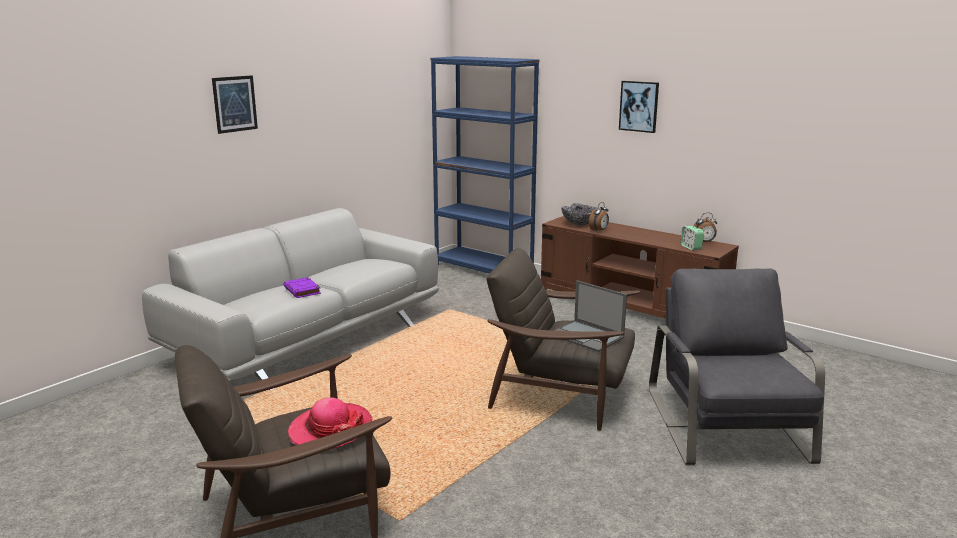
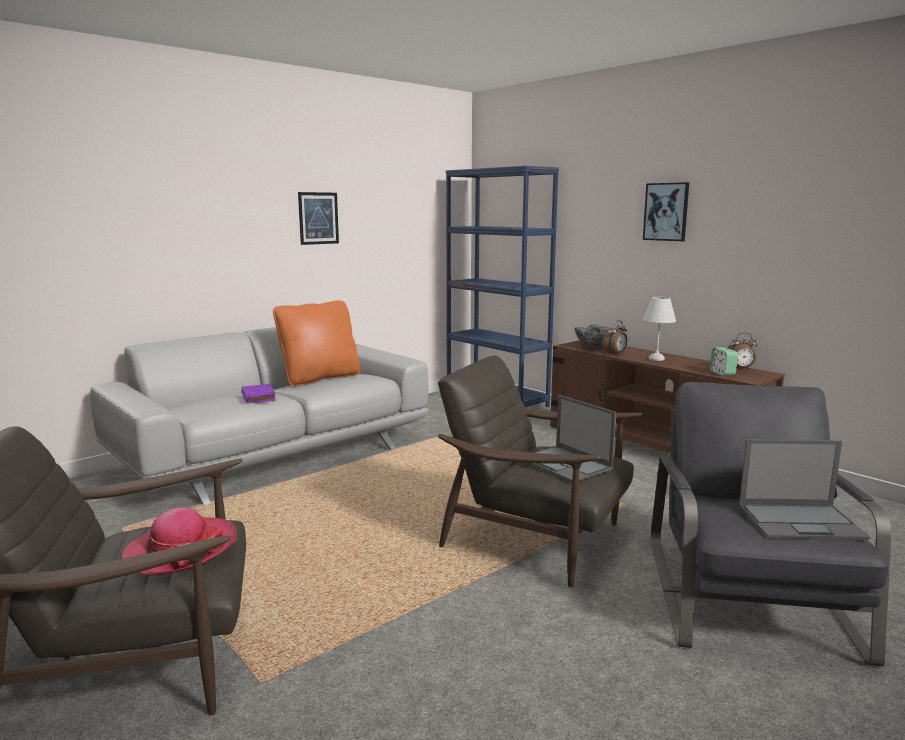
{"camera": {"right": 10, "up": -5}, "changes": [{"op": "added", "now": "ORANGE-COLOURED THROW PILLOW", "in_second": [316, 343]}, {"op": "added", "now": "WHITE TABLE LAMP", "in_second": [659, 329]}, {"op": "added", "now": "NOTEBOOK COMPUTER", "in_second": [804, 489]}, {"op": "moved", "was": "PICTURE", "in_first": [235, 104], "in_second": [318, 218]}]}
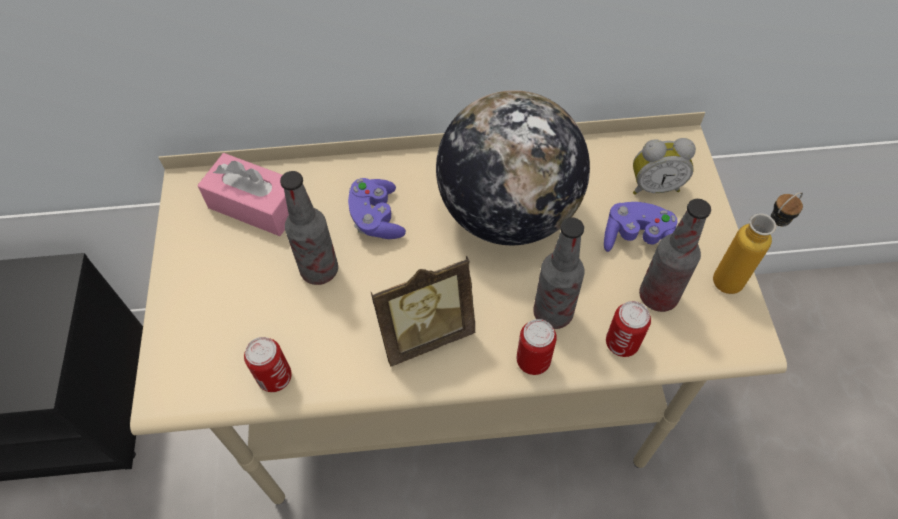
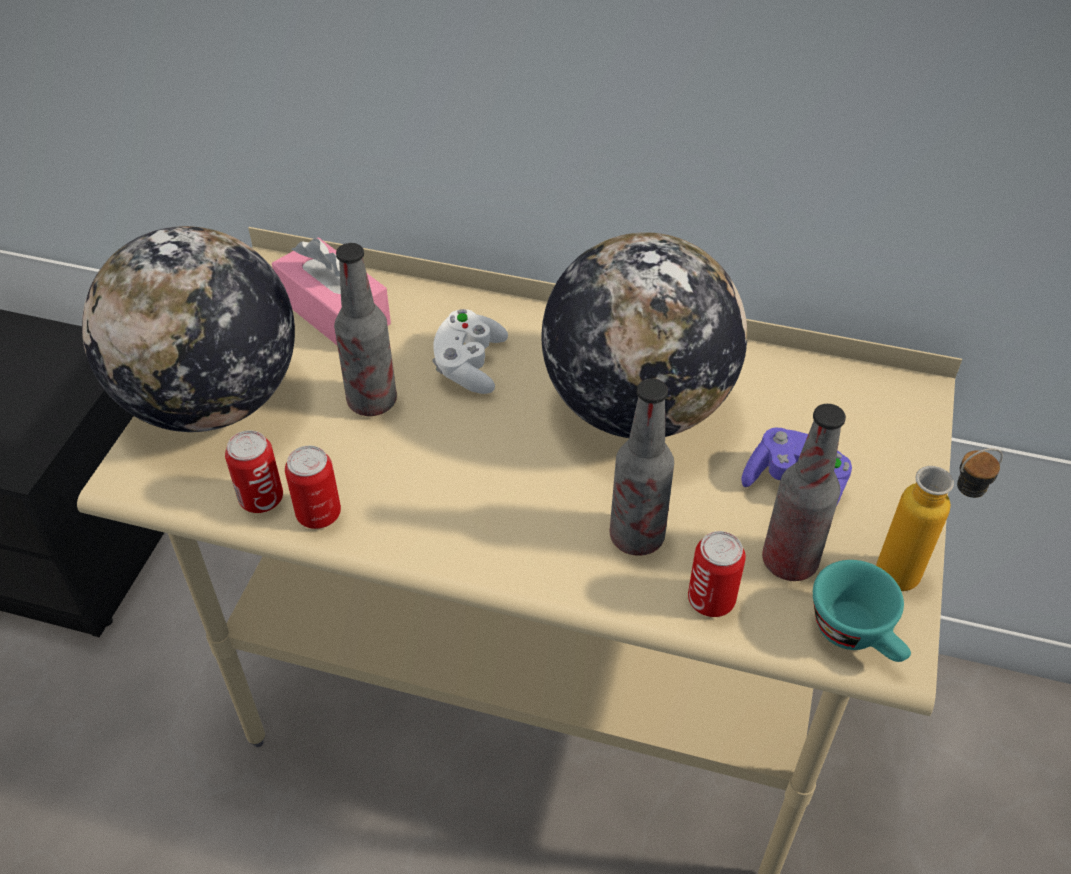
{"camera": {"right": 20, "up": -10}, "changes": [{"op": "removed", "was": "PHOTO FRAME", "in_first": [423, 311]}, {"op": "removed", "was": "TABLE CLOCK", "in_first": [664, 166]}, {"op": "added", "now": "DESK GLOBE", "in_second": [188, 329]}, {"op": "added", "now": "TURQUOISE-COLOURED CUP", "in_second": [862, 611]}, {"op": "moved", "was": "METAL CAN", "in_first": [537, 347], "in_second": [313, 487]}, {"op": "recoloured", "was": "PURPLE-COLOURED JOYPAD", "now": "WHITE JOYPAD", "in_first": [377, 208], "in_second": [470, 351]}]}
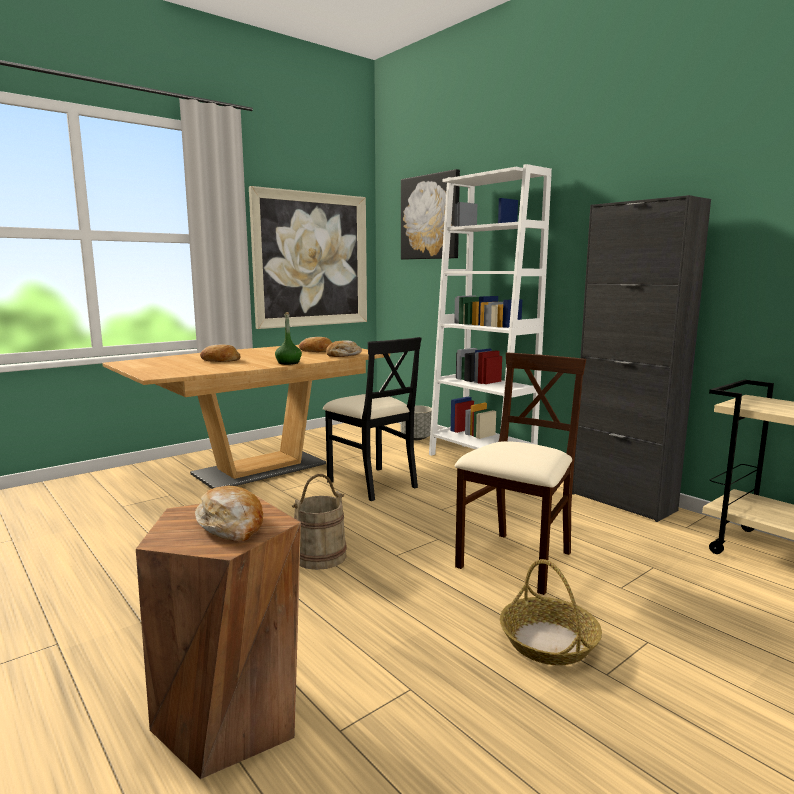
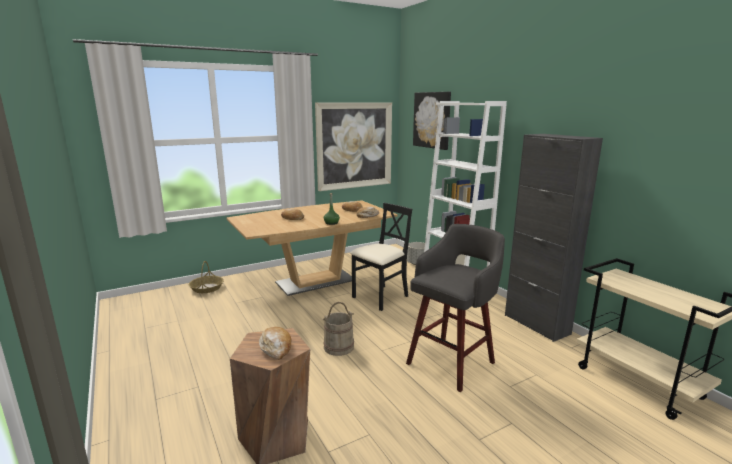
{"camera": {"right": 10, "up": 5}, "changes": [{"op": "moved", "was": "HOUSEHOLD BASKET", "in_first": [551, 612], "in_second": [206, 277]}, {"op": "replaced", "was": "SAND-COLOURED PLAIN CHAIR", "now": "GREYISH STOOL SEAT", "in_first": [520, 473], "in_second": [455, 308]}, {"op": "turned", "was": "BLACK PLAIN CHAIR", "in_first": [372, 419], "in_second": [381, 257], "clockwise": -105}]}
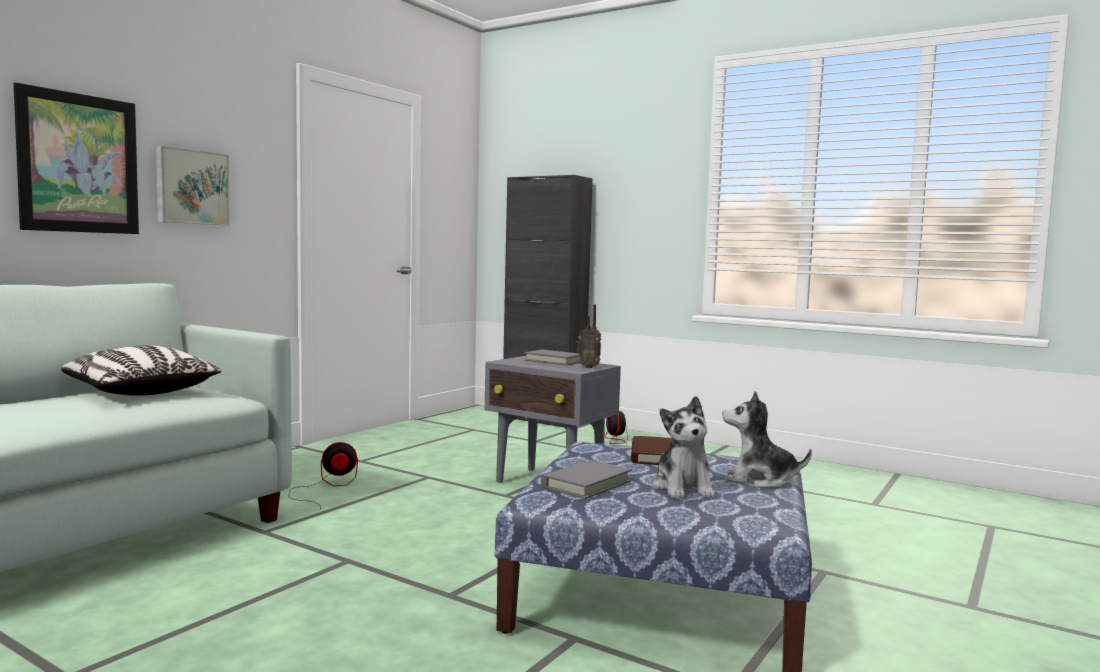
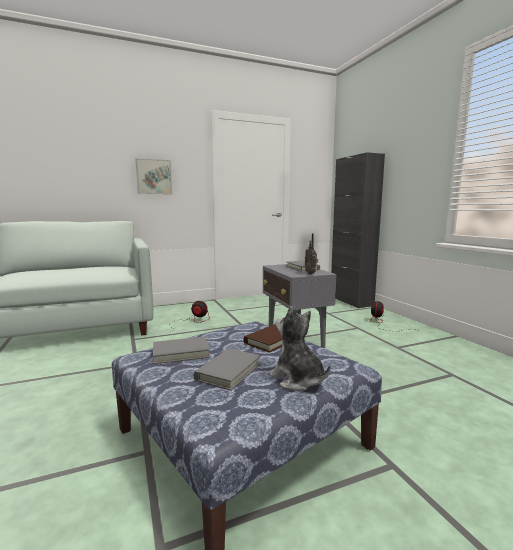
{"camera": {"right": 35, "up": 5}, "changes": [{"op": "removed", "was": "PICTURE", "in_first": [76, 158]}, {"op": "removed", "was": "THROW PILLOW", "in_first": [141, 370]}, {"op": "replaced", "was": "CUDDLY TOY", "now": "GREYISH VOLUME", "in_first": [684, 447], "in_second": [227, 370]}]}
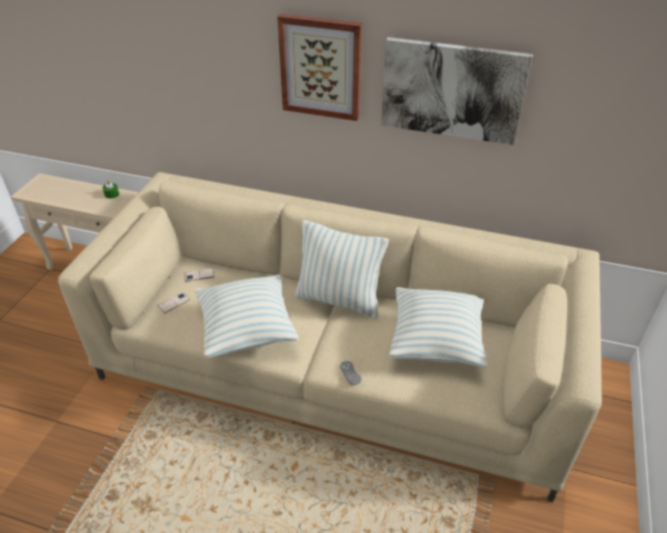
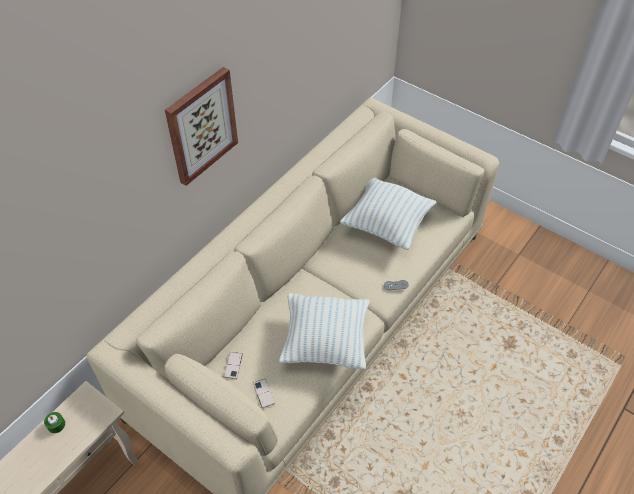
{"camera": {"right": -70, "up": 10}, "changes": [{"op": "removed", "was": "THROW PILLOW", "in_first": [341, 269]}, {"op": "removed", "was": "PICTURE", "in_first": [457, 91]}]}
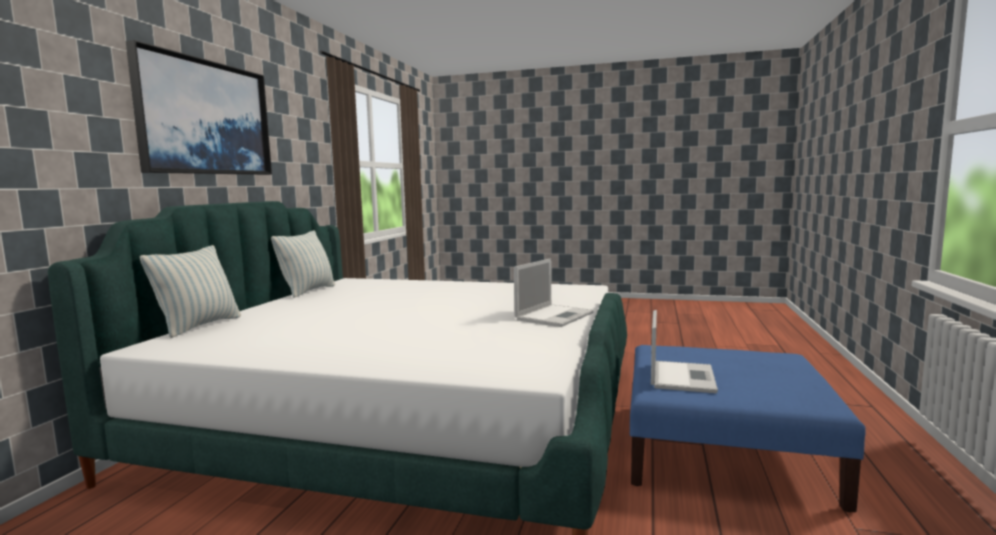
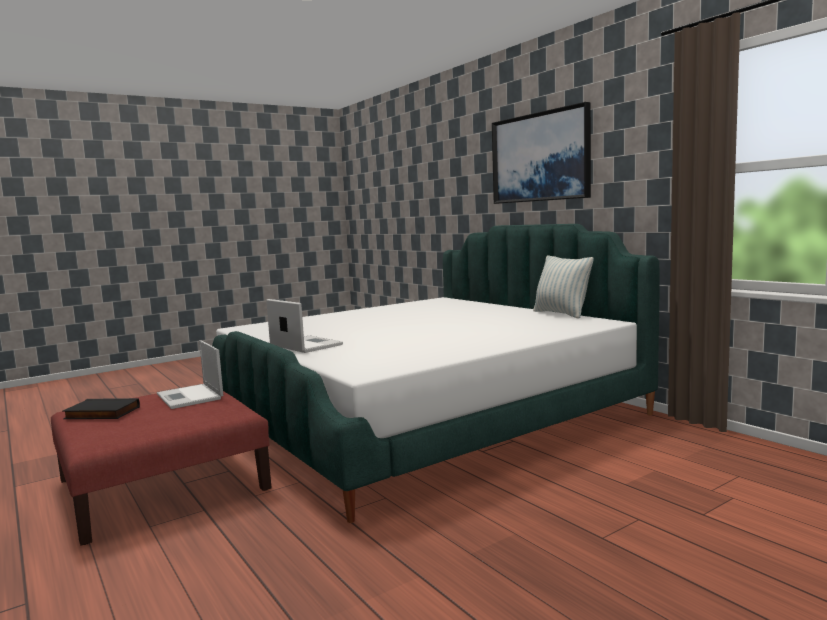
{"camera": {"right": 130, "up": 0}, "changes": [{"op": "removed", "was": "THROW PILLOW", "in_first": [190, 291]}, {"op": "added", "now": "BLACK VOLUME", "in_second": [101, 408]}, {"op": "recoloured", "was": "BLUE OTTOMAN", "now": "RED OTTOMAN", "in_first": [748, 428], "in_second": [161, 468]}, {"op": "turned", "was": "NOTEBOOK COMPUTER", "in_first": [554, 292], "in_second": [304, 326], "clockwise": 150}]}
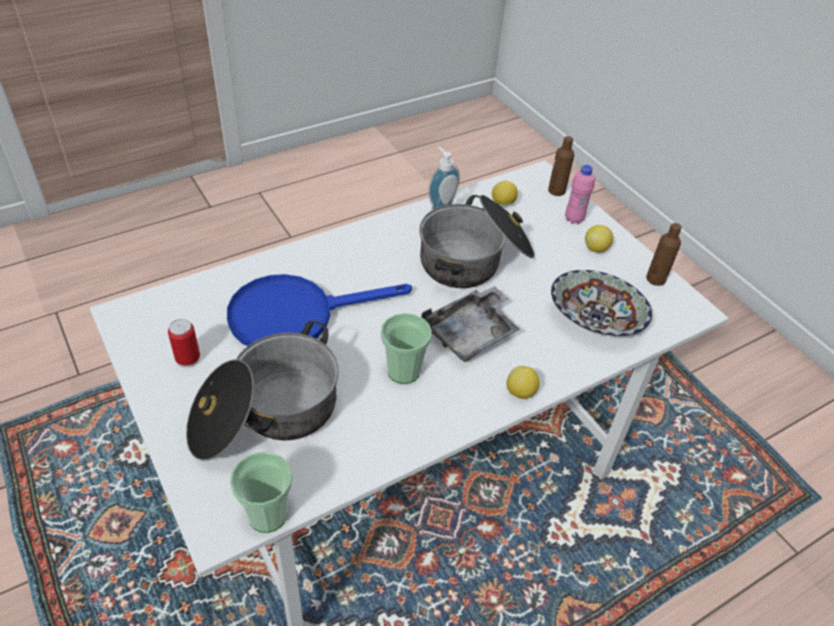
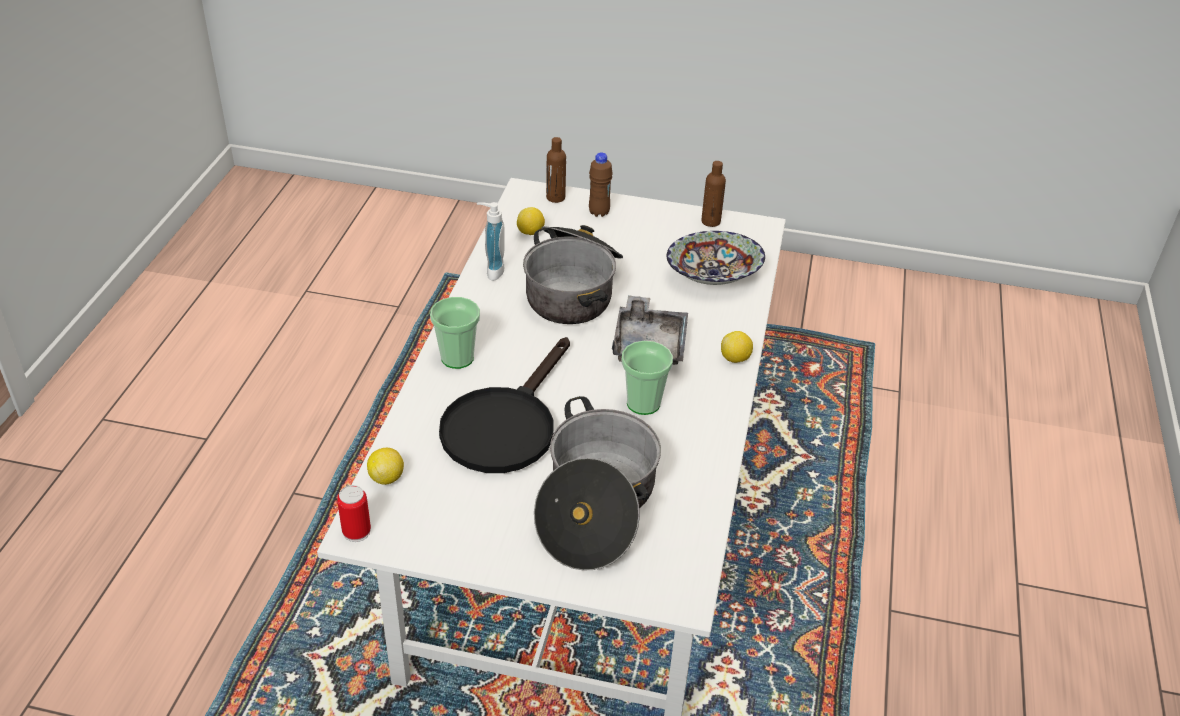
{"camera": {"right": -45, "up": -5}, "changes": [{"op": "moved", "was": "METAL CAN", "in_first": [184, 343], "in_second": [354, 513]}, {"op": "moved", "was": "CUP", "in_first": [261, 492], "in_second": [455, 333]}, {"op": "moved", "was": "WHOLE LEMON", "in_first": [599, 238], "in_second": [385, 466]}, {"op": "recoloured", "was": "BLUE PAN", "now": "BLACK PAN", "in_first": [319, 310], "in_second": [504, 405]}, {"op": "recoloured", "was": "PINK-COLOURED DRINK BOTTLE", "now": "BROWN DRINK BOTTLE", "in_first": [580, 194], "in_second": [601, 184]}]}
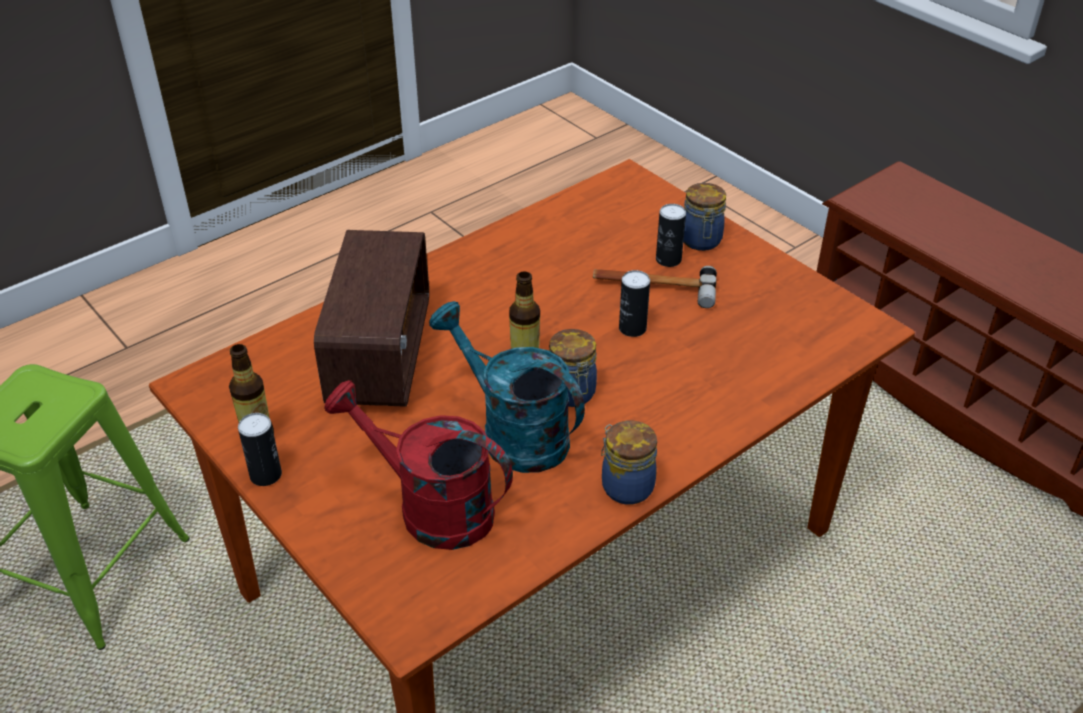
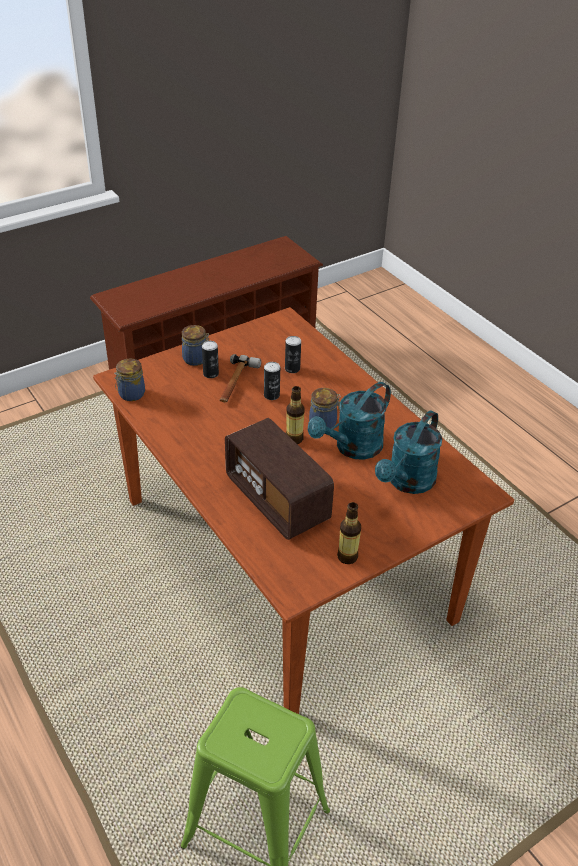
{"camera": {"right": -85, "up": 0}, "changes": [{"op": "moved", "was": "METAL CAN", "in_first": [260, 449], "in_second": [293, 354]}, {"op": "moved", "was": "STORAGE JAR", "in_first": [629, 463], "in_second": [129, 380]}, {"op": "recoloured", "was": "RED SPRINKLING CAN", "now": "TURQUOISE-COLOURED SPRINKLING CAN", "in_first": [418, 465], "in_second": [408, 452]}, {"op": "turned", "was": "RADIO", "in_first": [371, 318], "in_second": [279, 479], "clockwise": -135}]}
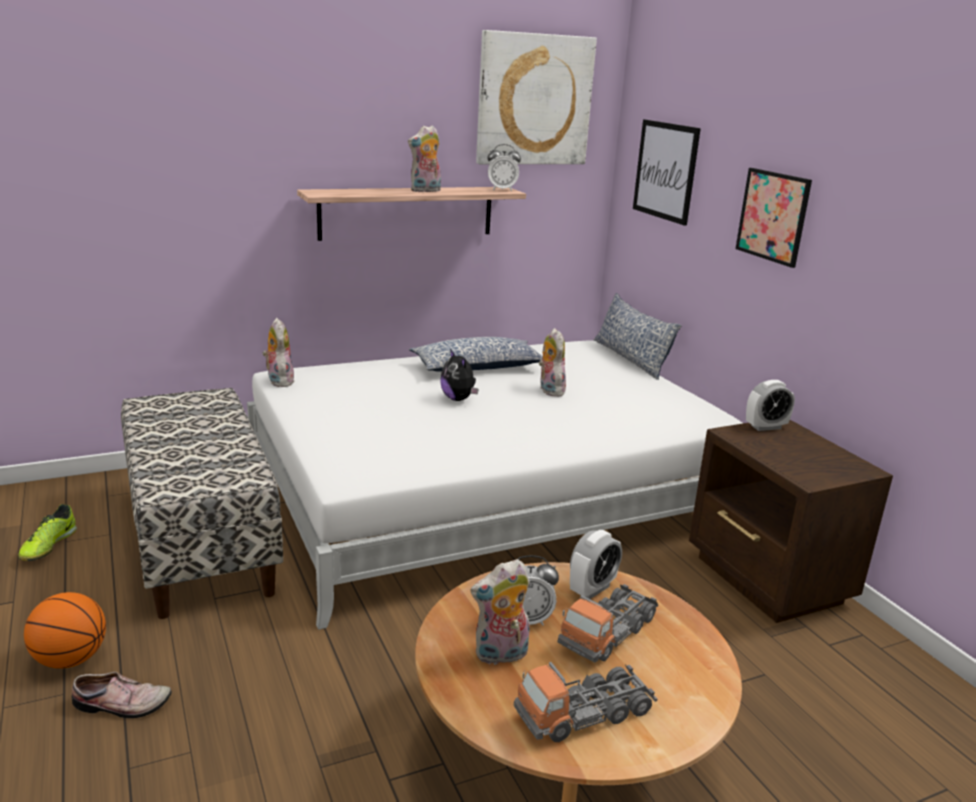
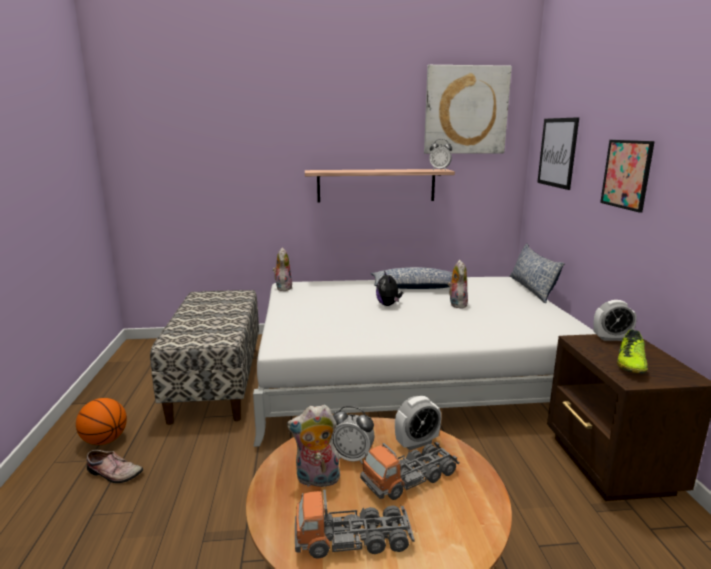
{"camera": {"right": 20, "up": -5}, "changes": [{"op": "removed", "was": "CUDDLY TOY", "in_first": [424, 159]}, {"op": "moved", "was": "LOW SHOE", "in_first": [47, 532], "in_second": [632, 351]}]}
